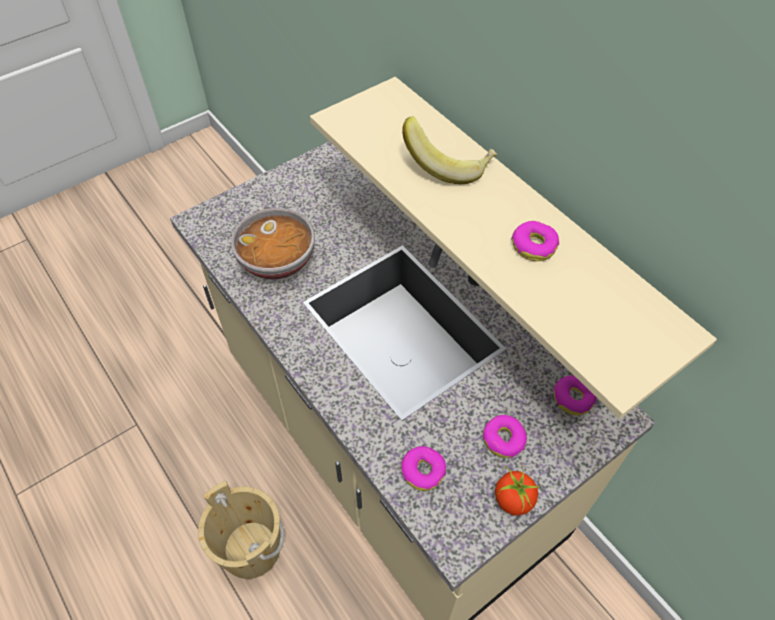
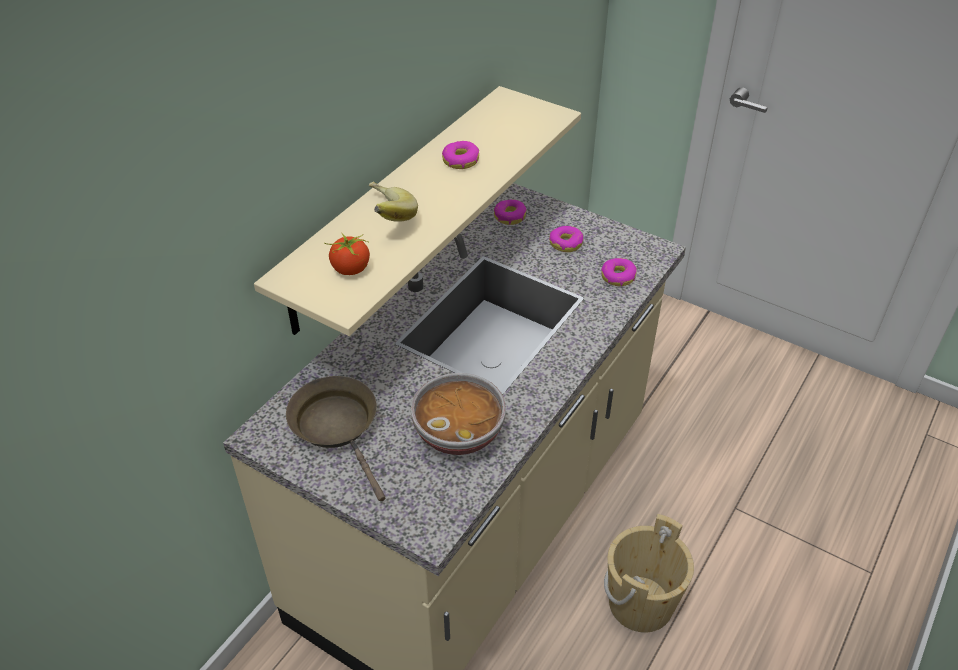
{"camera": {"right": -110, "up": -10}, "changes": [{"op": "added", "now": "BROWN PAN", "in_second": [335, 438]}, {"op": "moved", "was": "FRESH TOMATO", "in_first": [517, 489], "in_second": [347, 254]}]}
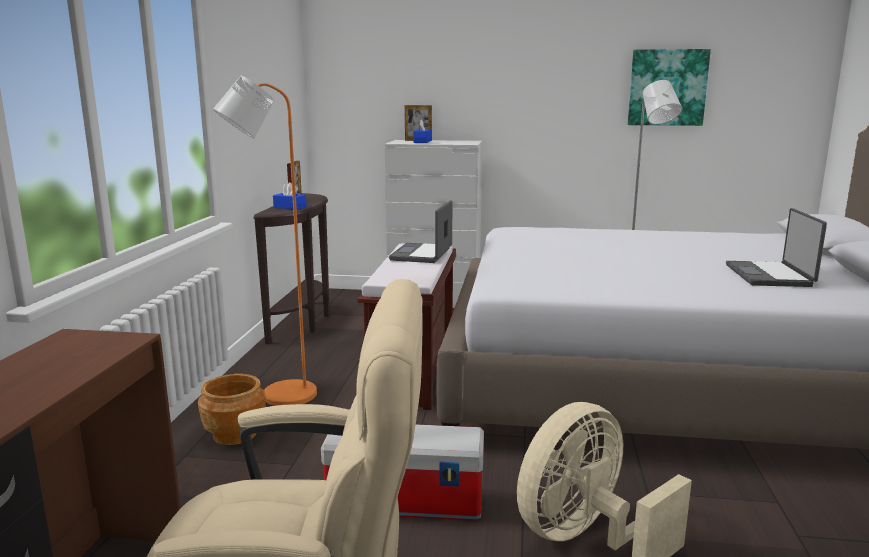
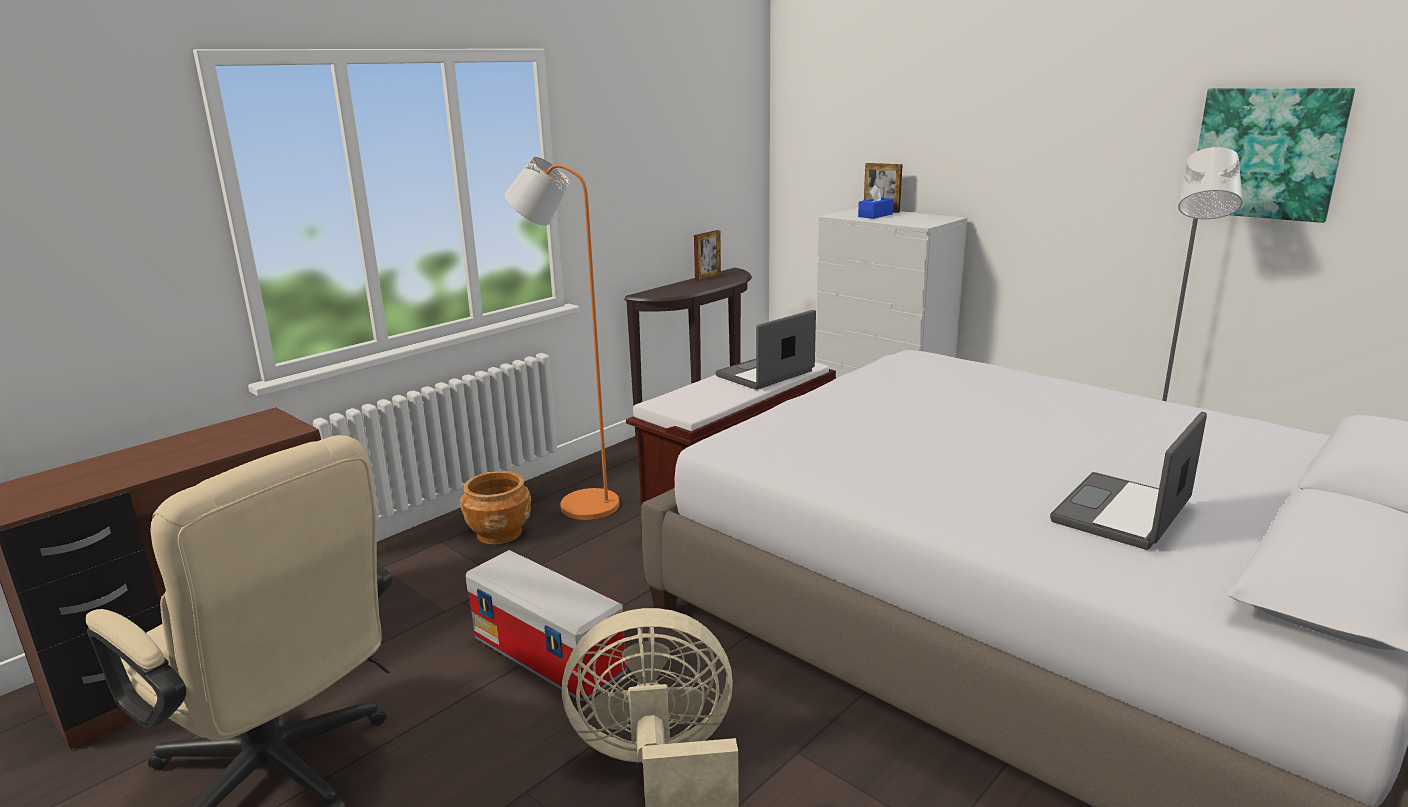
{"camera": {"right": 35, "up": 5}, "changes": [{"op": "removed", "was": "BLUE TISSUE HOLDER", "in_first": [290, 196]}]}
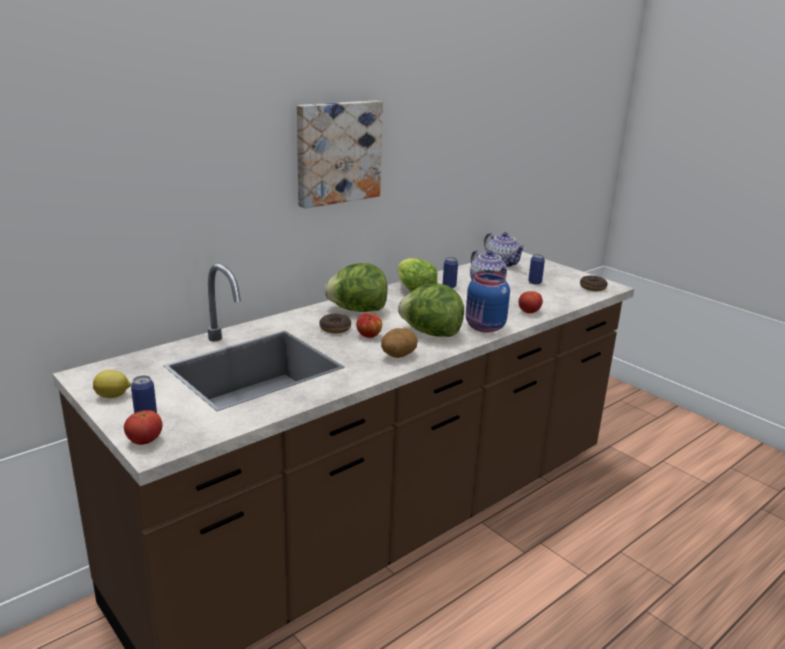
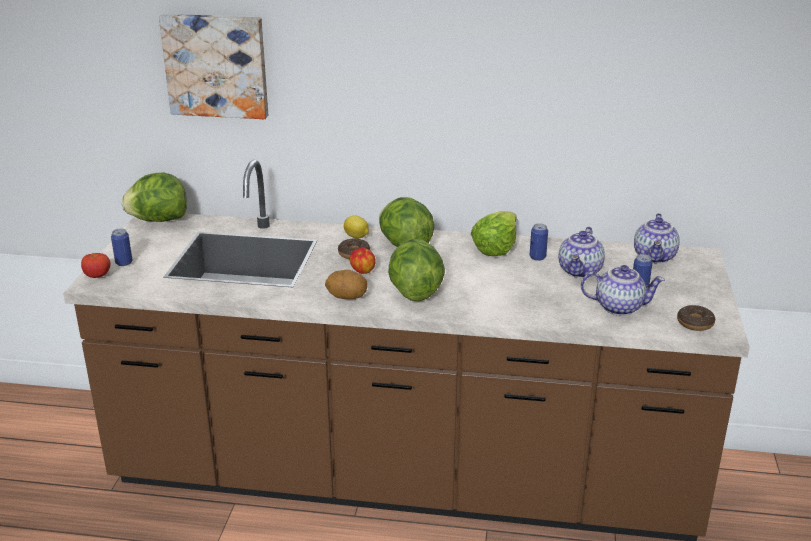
{"camera": {"right": 50, "up": 5}, "changes": [{"op": "removed", "was": "BLUE STORAGE JAR", "in_first": [488, 301]}, {"op": "removed", "was": "FRESH TOMATO", "in_first": [531, 302]}, {"op": "added", "now": "LETTUCE", "in_second": [154, 197]}, {"op": "added", "now": "POT FOR TEA", "in_second": [623, 290]}, {"op": "moved", "was": "WHOLE LEMON", "in_first": [112, 384], "in_second": [356, 227]}, {"op": "moved", "was": "PICTURE", "in_first": [340, 154], "in_second": [213, 66]}]}
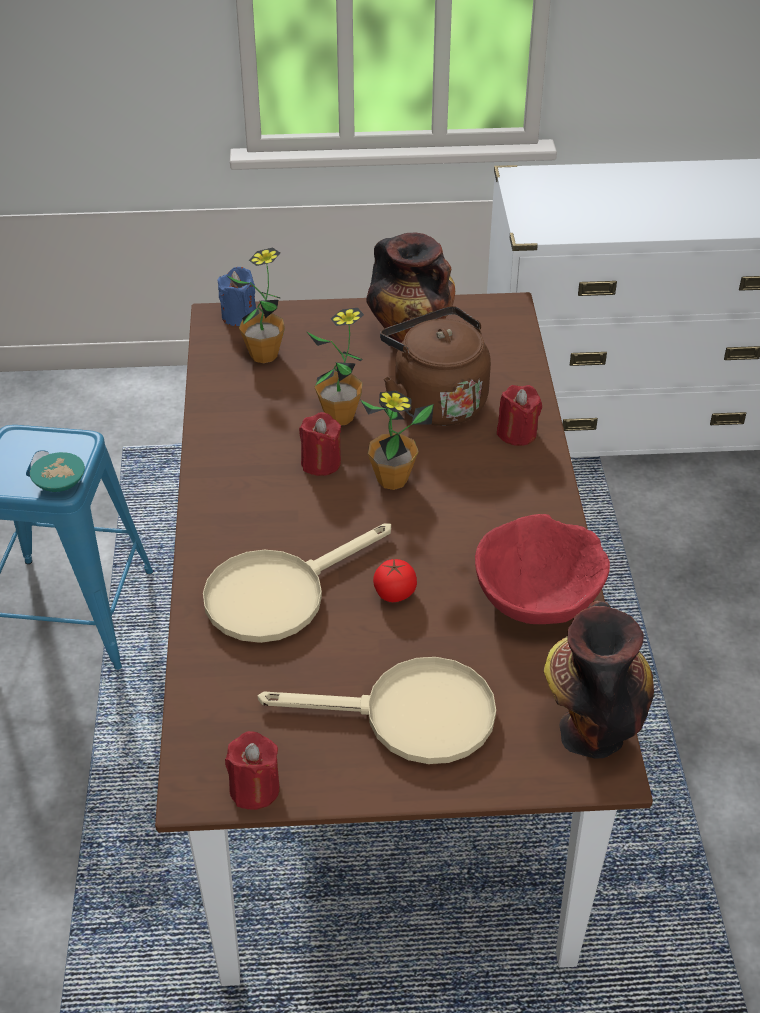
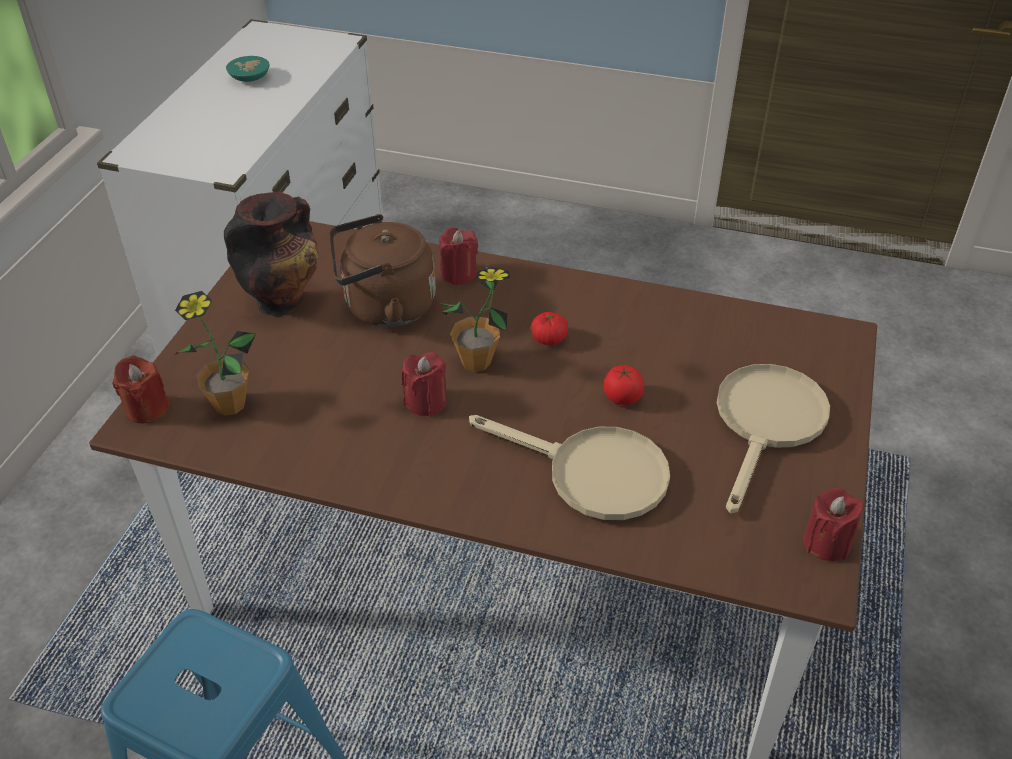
{"camera": {"right": -70, "up": 0}, "changes": [{"op": "removed", "was": "PLANT IN A POT", "in_first": [335, 366]}, {"op": "removed", "was": "RED SERVING BOWL", "in_first": [542, 569]}, {"op": "removed", "was": "VASE", "in_first": [599, 680]}, {"op": "added", "now": "FRESH TOMATO", "in_second": [549, 328]}, {"op": "moved", "was": "TURQUOISE-COLOURED SERVING BOWL", "in_first": [57, 472], "in_second": [248, 69]}, {"op": "recoloured", "was": "BLUE WAX CANDLE", "now": "RED WAX CANDLE", "in_first": [236, 296], "in_second": [141, 389]}, {"op": "turned", "was": "SAND-COLOURED PAN", "in_first": [297, 583], "in_second": [569, 467], "clockwise": -45}]}
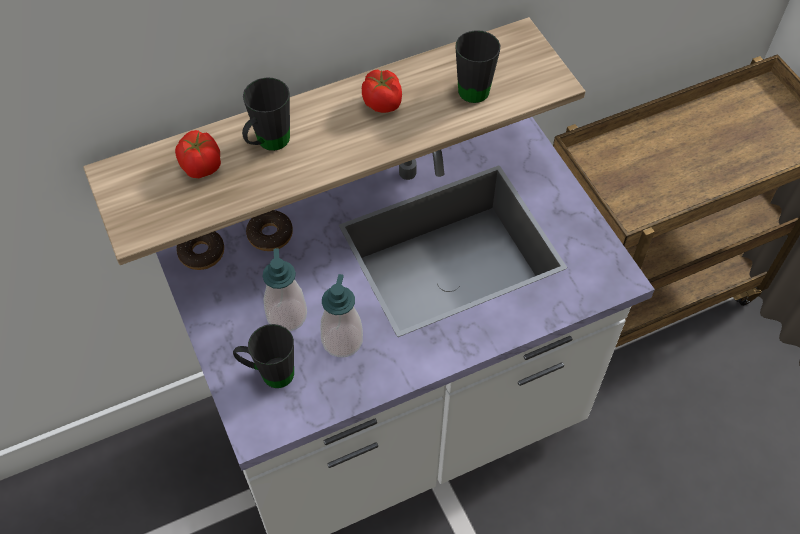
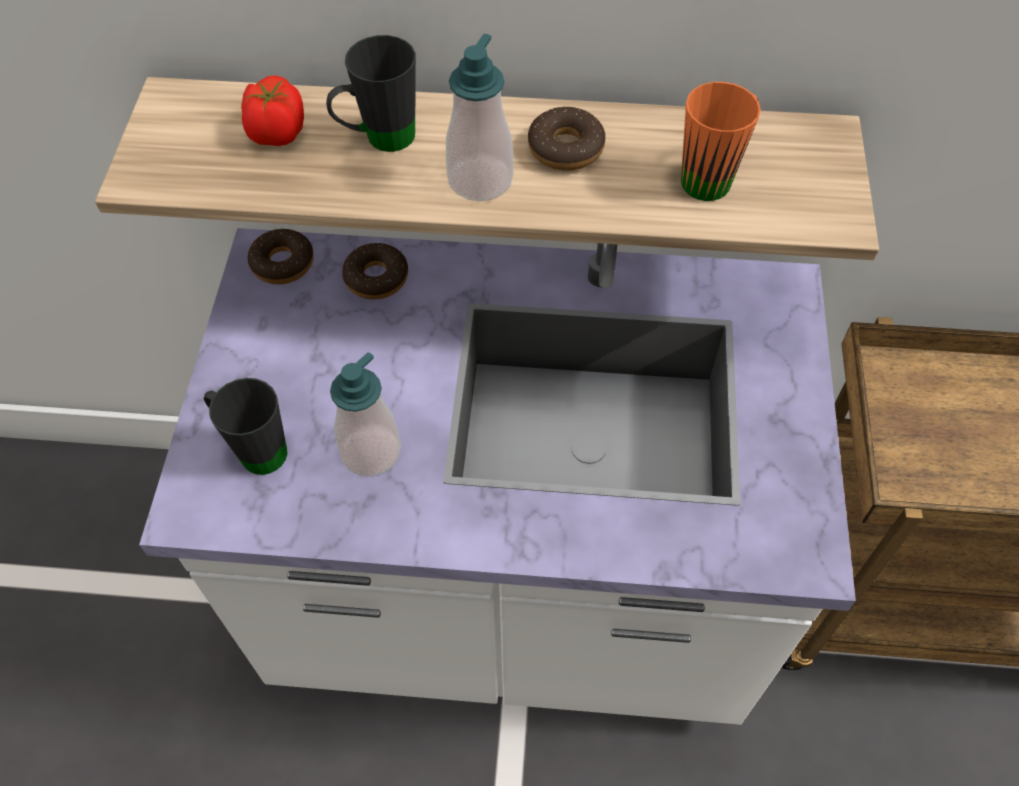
{"camera": {"right": 30, "up": 0}, "changes": [{"op": "moved", "was": "SOAP BOTTLE", "in_first": [285, 289], "in_second": [480, 117]}, {"op": "replaced", "was": "FRESH TOMATO", "now": "DONUT", "in_first": [382, 91], "in_second": [567, 139]}, {"op": "recoloured", "was": "BLACK MUG", "now": "ORANGE-COLOURED MUG", "in_first": [478, 66], "in_second": [721, 141]}]}
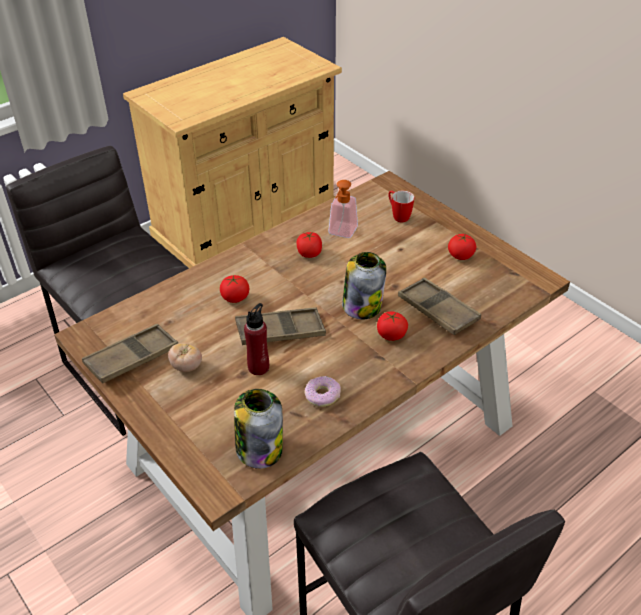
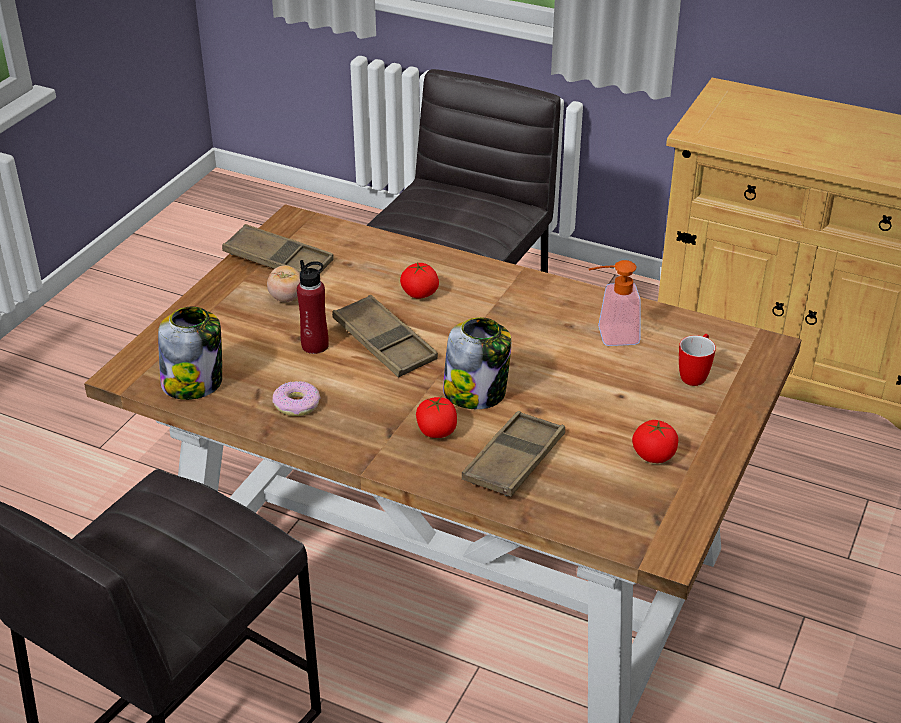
{"camera": {"right": 65, "up": -5}, "changes": [{"op": "removed", "was": "FRESH TOMATO", "in_first": [309, 245]}]}
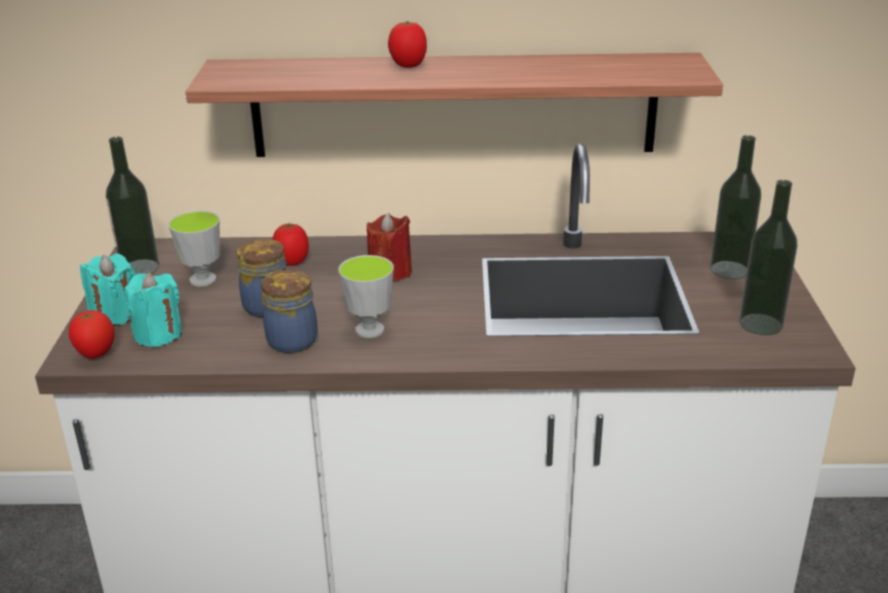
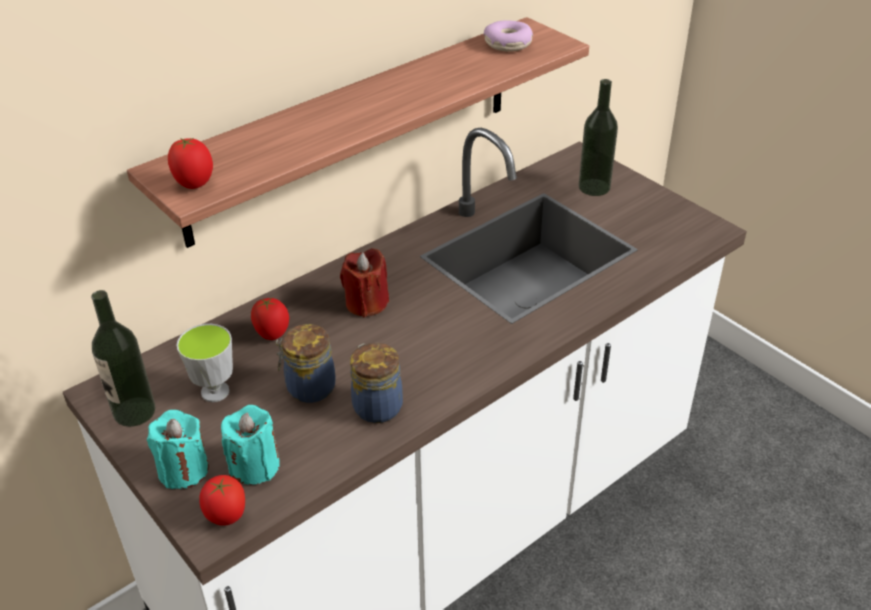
{"camera": {"right": -40, "up": 10}, "changes": [{"op": "removed", "was": "CUP", "in_first": [366, 296]}, {"op": "removed", "was": "DRINK BOTTLE", "in_first": [769, 257]}, {"op": "added", "now": "DONUT", "in_second": [508, 36]}, {"op": "moved", "was": "FRESH TOMATO", "in_first": [407, 44], "in_second": [190, 163]}]}
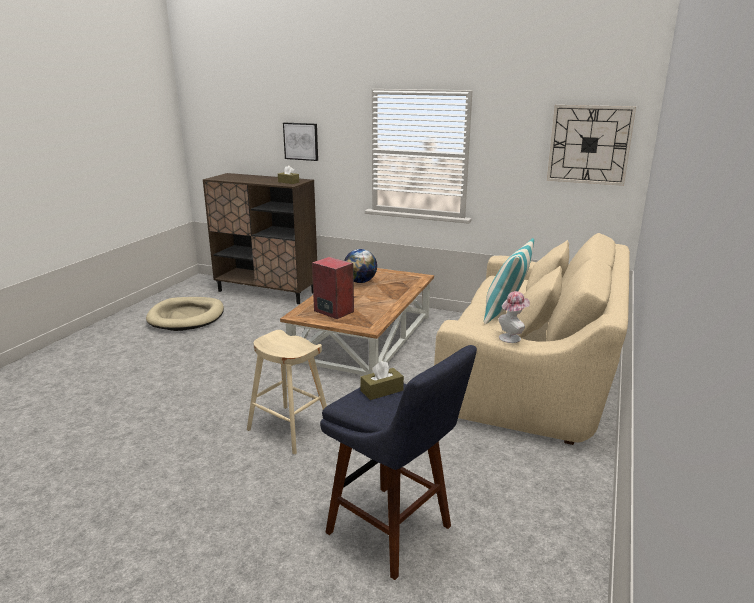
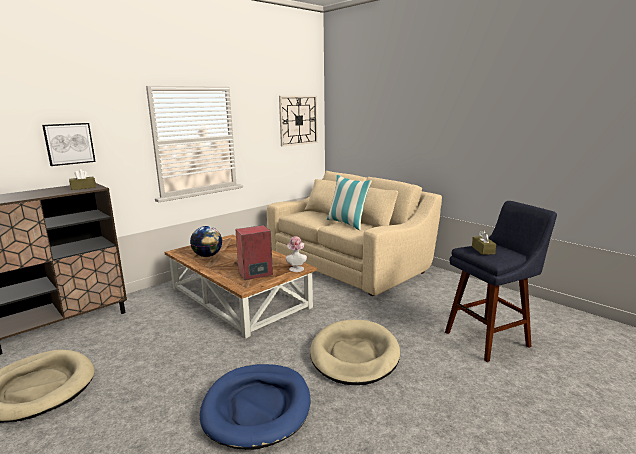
{"camera": {"right": -65, "up": -5}, "changes": [{"op": "added", "now": "BLUE PET BED", "in_second": [255, 407]}, {"op": "moved", "was": "HAT", "in_first": [514, 317], "in_second": [296, 254]}, {"op": "replaced", "was": "SAND-COLOURED STOOL SEAT", "now": "SAND-COLOURED PET BED", "in_first": [287, 392], "in_second": [355, 352]}]}
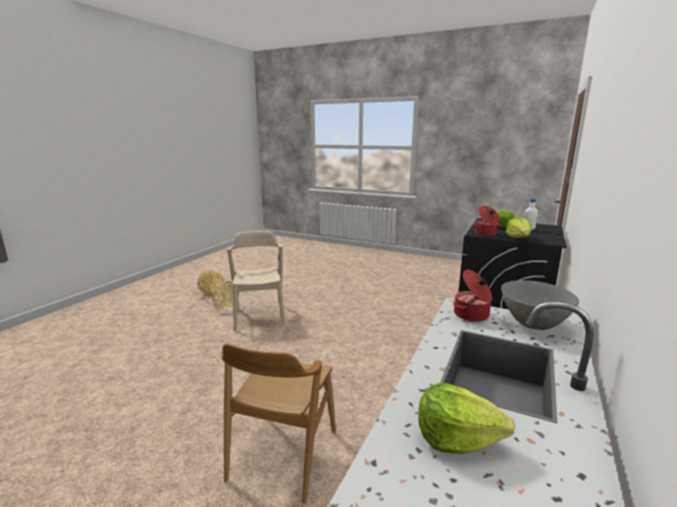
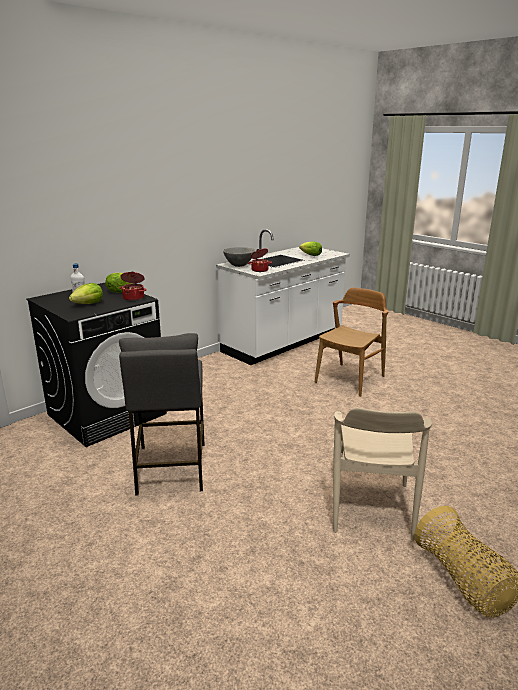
{"camera": {"right": -160, "up": 5}, "changes": [{"op": "added", "now": "GREYISH STOOL SEAT", "in_second": [162, 414]}]}
